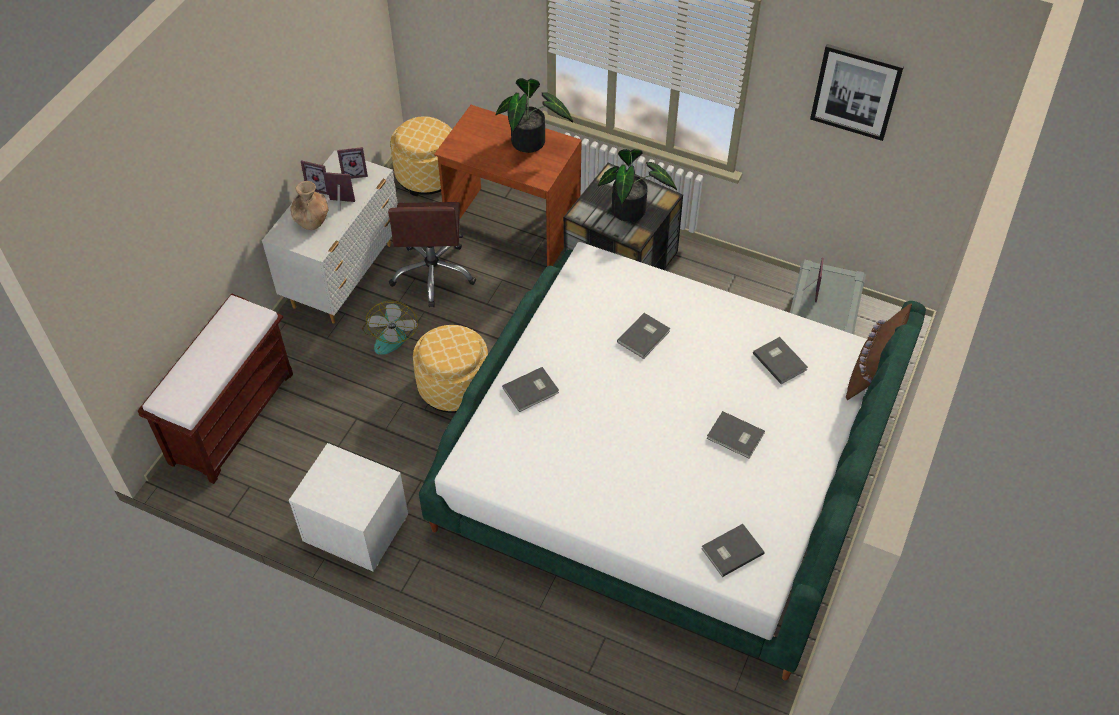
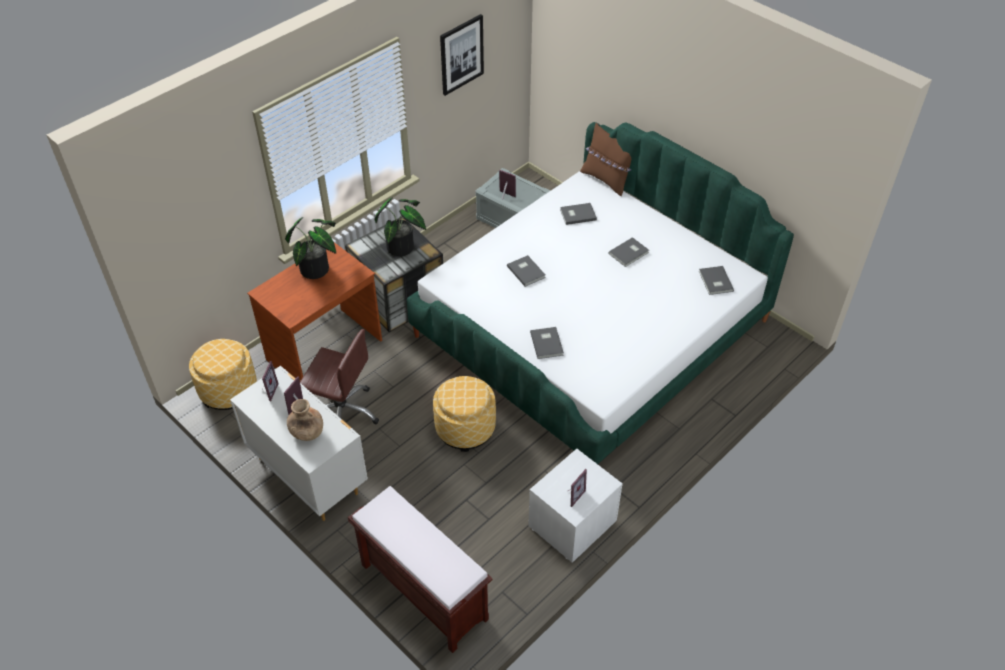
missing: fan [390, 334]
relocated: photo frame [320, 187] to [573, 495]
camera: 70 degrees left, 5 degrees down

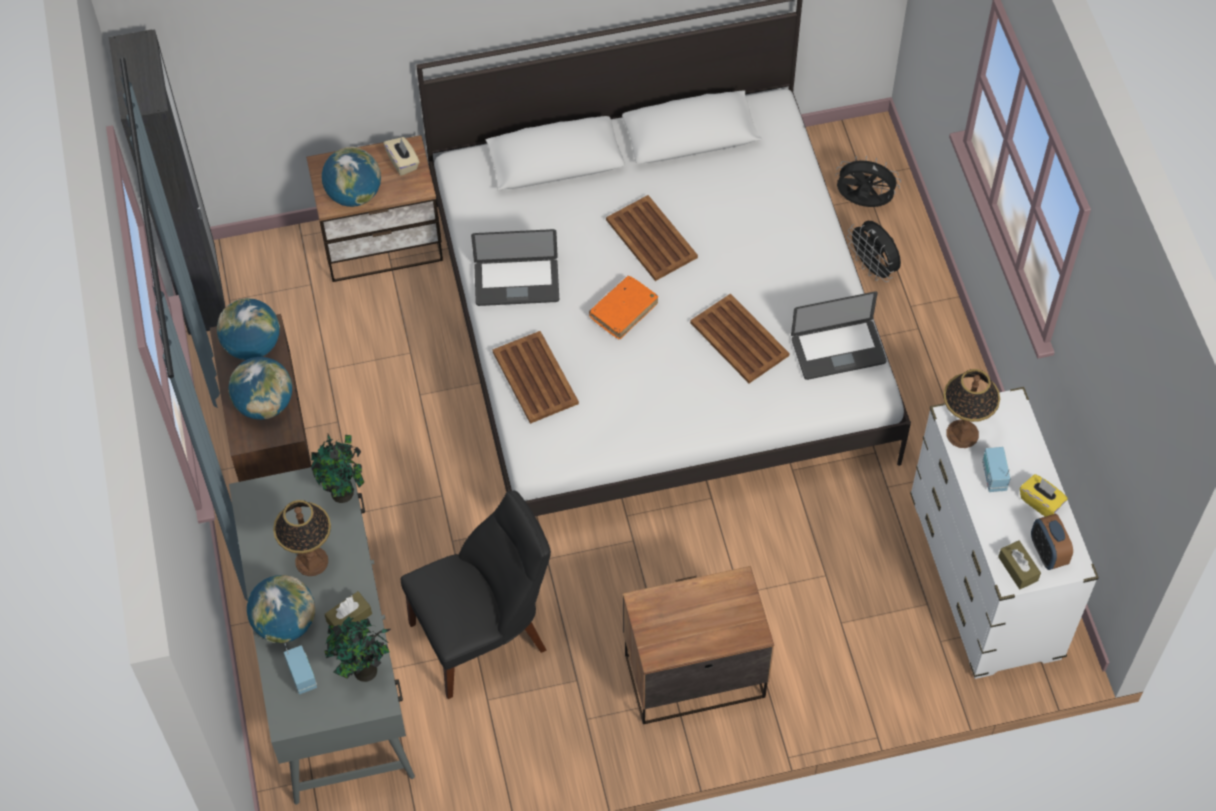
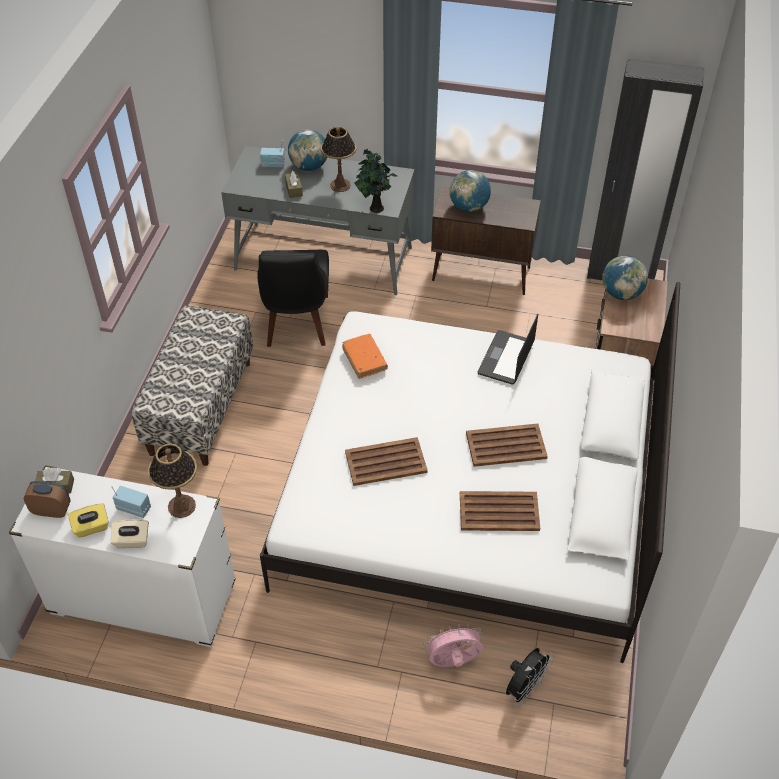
missing: desk globe [252, 346]; houseplant [363, 672]; portable computer [838, 351]
relocated: sand-coloured box of tissues [403, 162] to [132, 541]; orange-coloured bound book [623, 311] to [364, 360]; brown tray [535, 377] to [500, 512]
exchanged: nightstand [692, 674] to long seat [200, 407]
colour: blackish fan [873, 268] to pink-coloured fan [453, 662]
camera: 115 degrees right, 10 degrees down

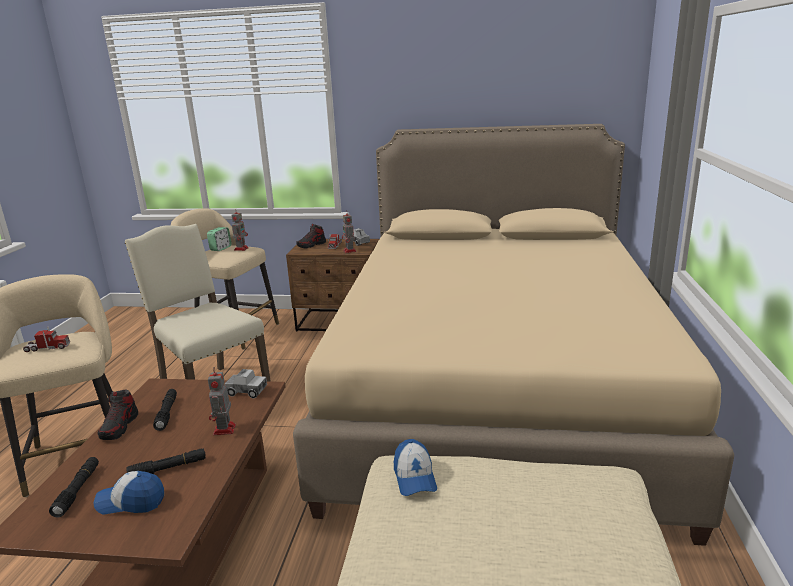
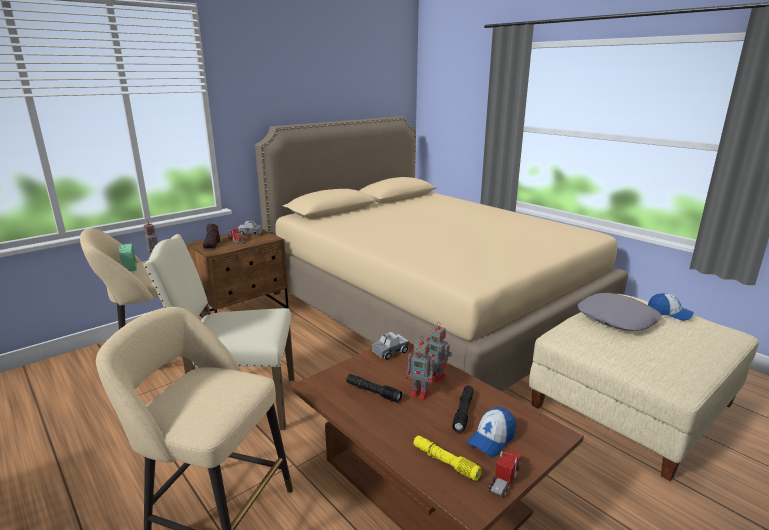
missing: item of footwear [119, 427]
appeared: grey cushion [617, 319]
relocated: robot figure [350, 251] to [421, 393]; toy truck [47, 348] to [505, 478]; baseball cap [414, 477] to [669, 313]
colour: blackish flashlight [78, 490] to yellow-coloured flashlight [445, 462]
camera: 50 degrees left, 0 degrees up

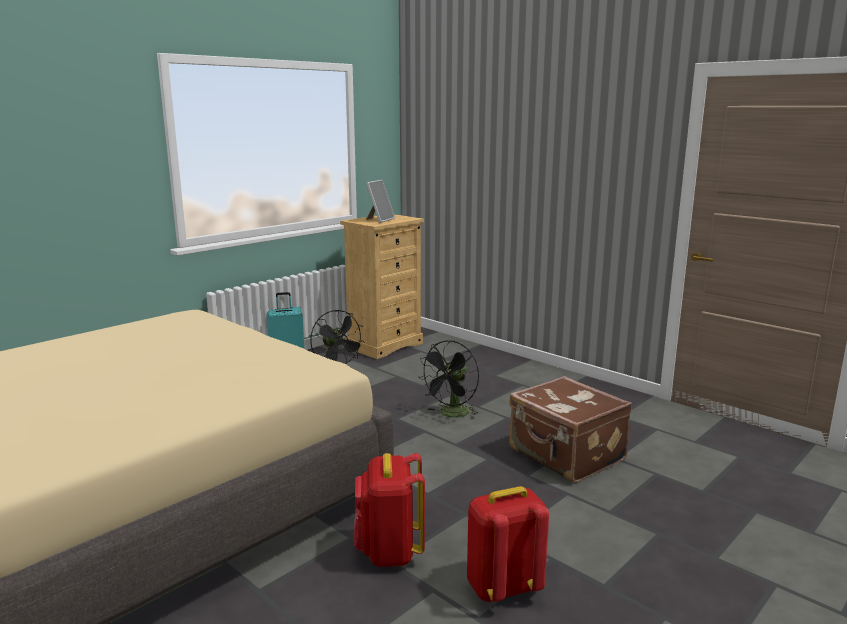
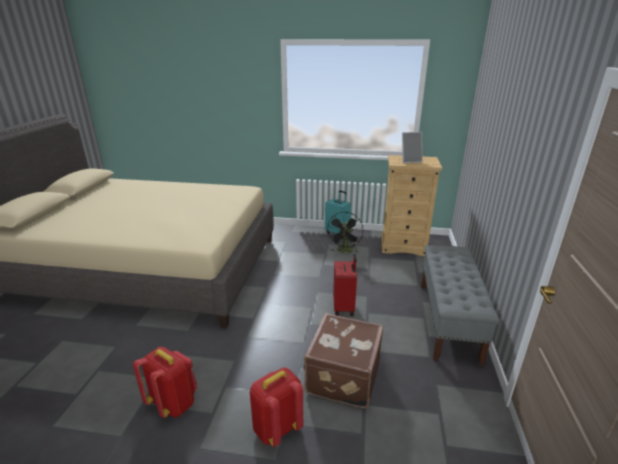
appeared: grey long seat [448, 321]
relocated: red rucksack [389, 552] to [276, 428]
exchanged: blackish fan [452, 414] to red travel case [344, 307]
camera: 55 degrees right, 10 degrees up

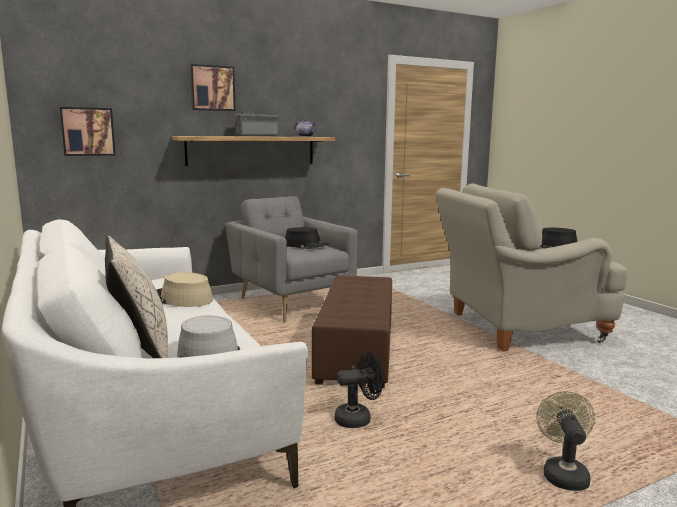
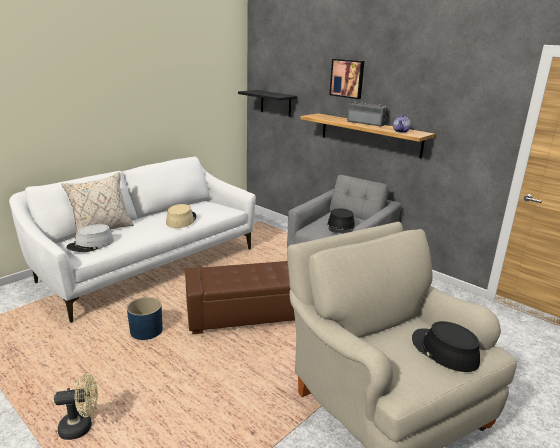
exchanged: blackish fan [358, 419] to blue plant pot [146, 331]; wall picture [88, 131] to blackish bracket shelf [276, 103]
camera: 70 degrees right, 10 degrees up

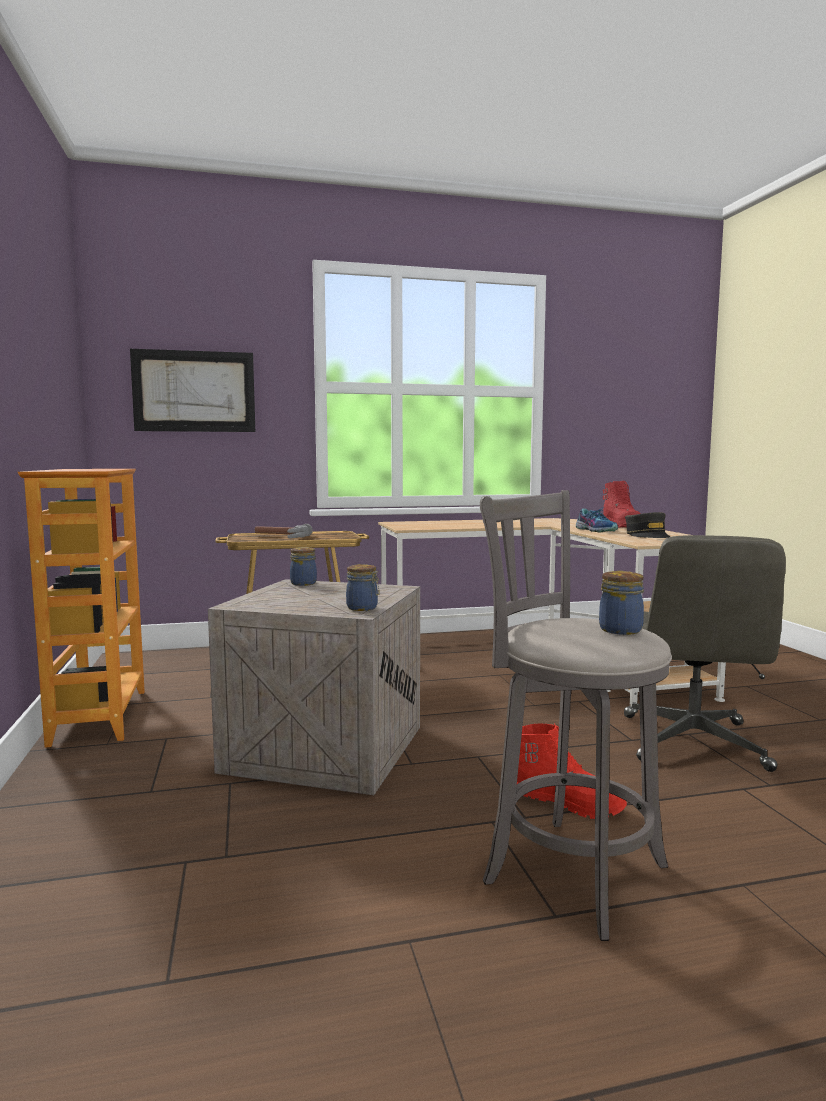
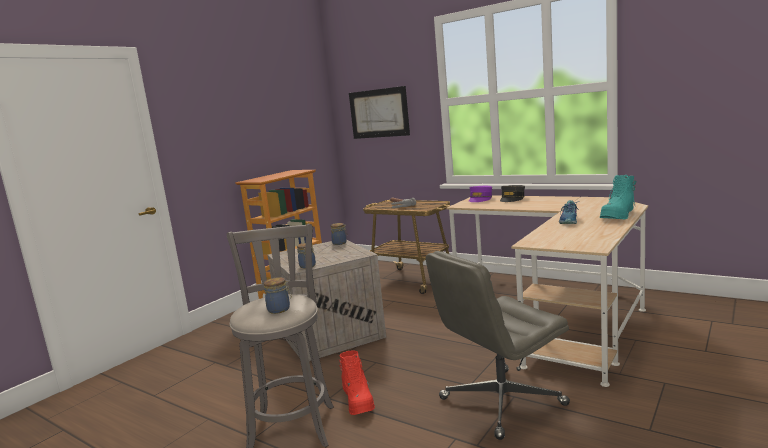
appeared: purplish baseball cap [480, 199]
relocated: grey baseball cap [647, 535] to [512, 199]
colour: red boot [622, 526] to turquoise-coloured boot [618, 215]
camera: 50 degrees right, 5 degrees up

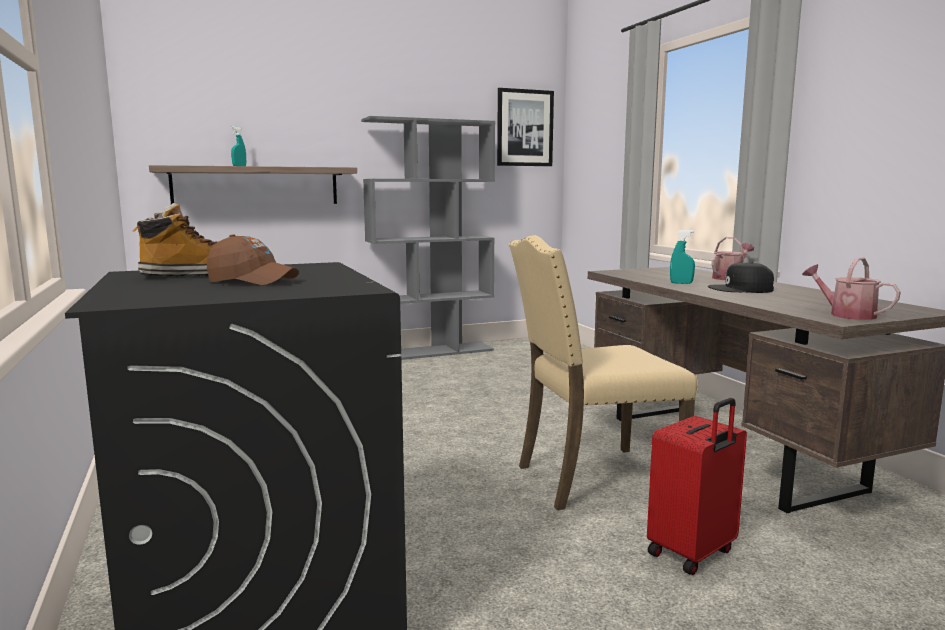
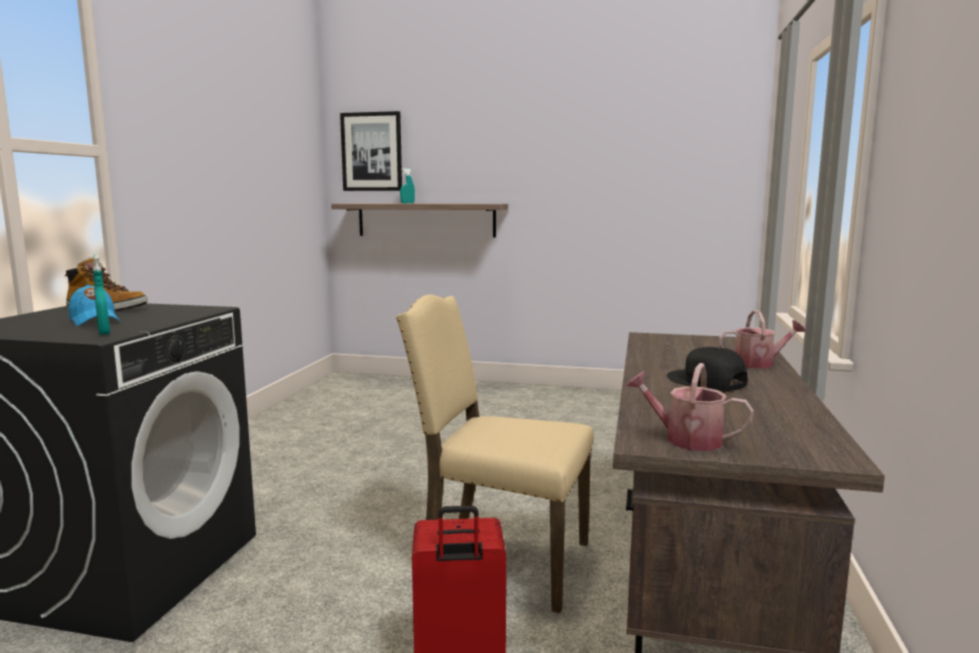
missing: grey shelving unit [432, 352]
relocated: turquoise-coloured spray bottle [681, 283] to [104, 332]; wall picture [524, 128] to [372, 152]
colour: brown baseball cap [253, 281] to blue baseball cap [94, 321]
spun: sprinkling can [846, 315] = [685, 439] 60 degrees counterclockwise
camera: 35 degrees right, 0 degrees up

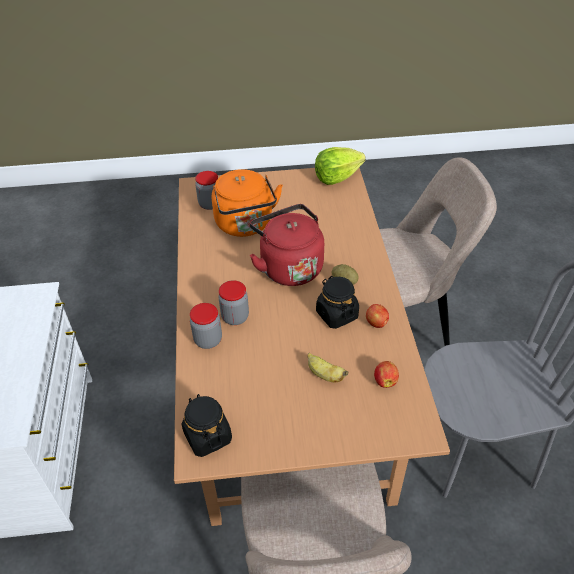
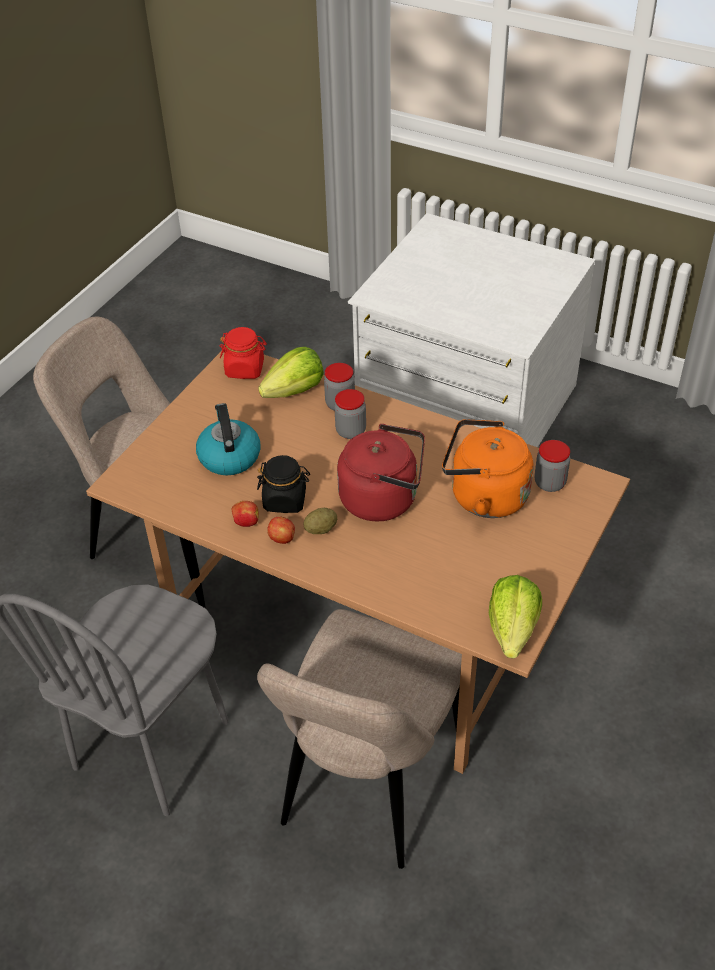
appeared: head of lettuce [295, 391]
relocated: apple fruit [385, 381] to [282, 539]
exchanged: banana [324, 375] to kettle [229, 456]
colour: blackish jar [207, 436] to red jar [245, 369]
camera: 125 degrees right, 0 degrees up

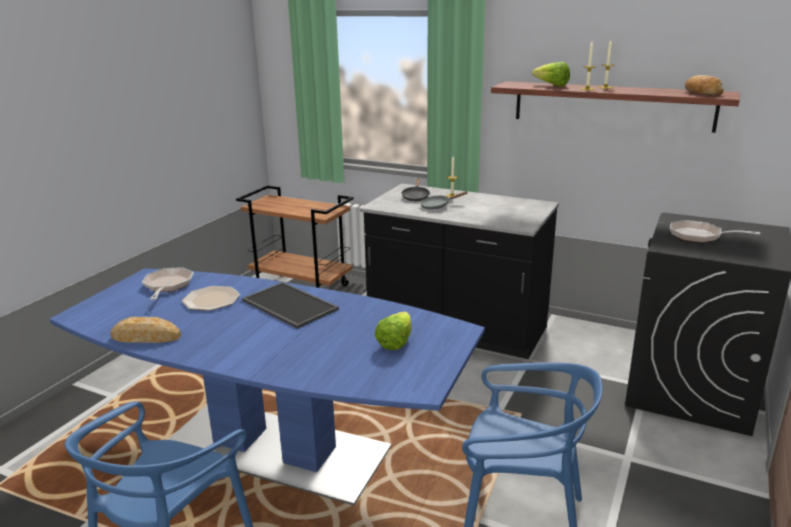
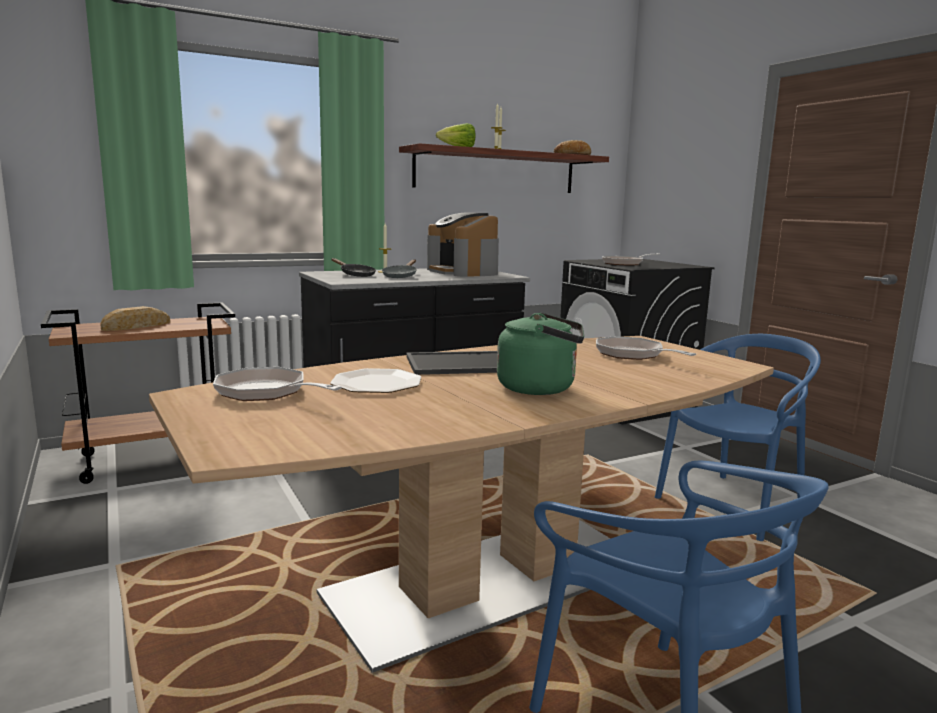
appeared: coffee brewer [463, 272]; greenish kettle [541, 388]
relocated: bread [146, 337] to [136, 326]
exchanged: head of lettuce [395, 342] to pan [633, 355]
colour: blue dinner table [275, 448] to brown dinner table [489, 581]
camera: 55 degrees left, 10 degrees down

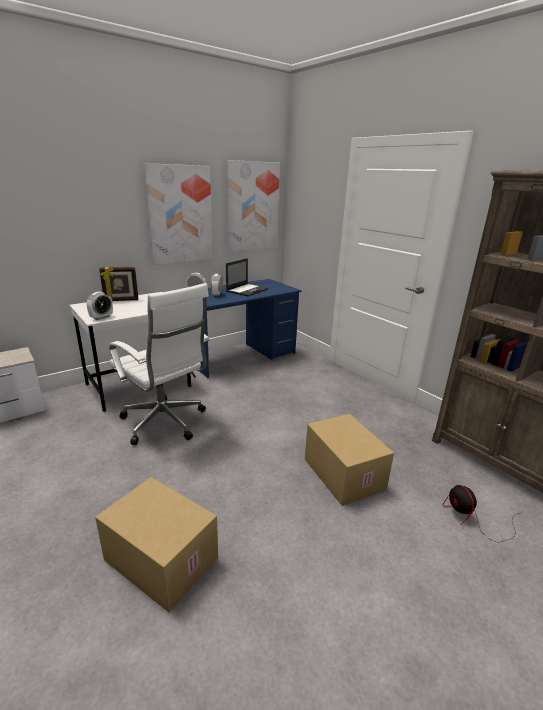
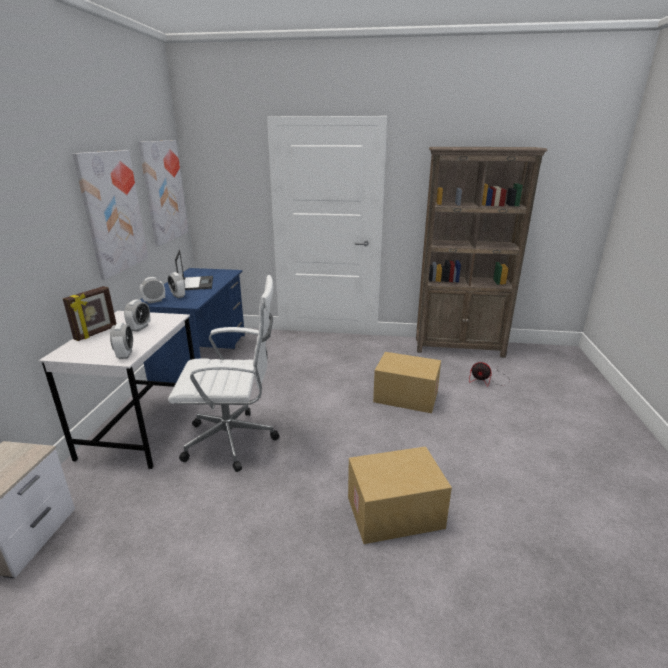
appeared: alarm clock [140, 328]
camera: 45 degrees left, 0 degrees up

